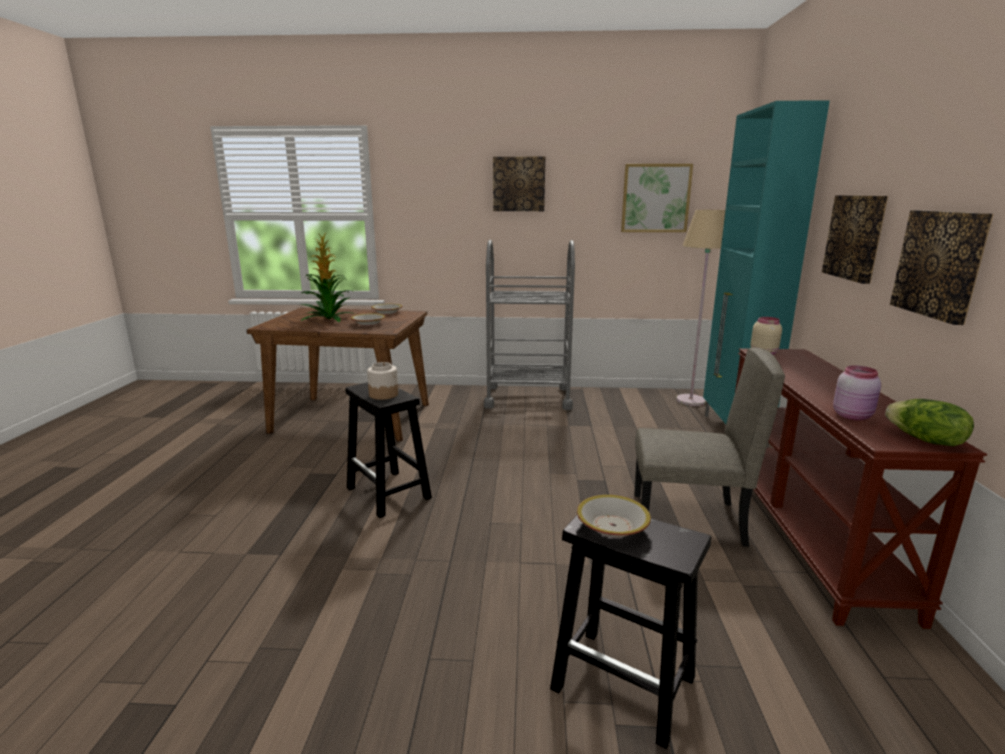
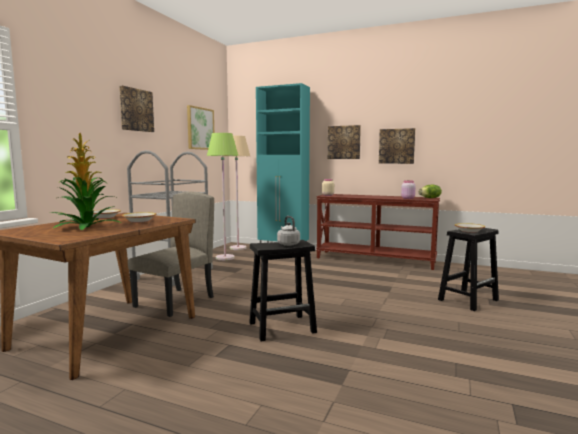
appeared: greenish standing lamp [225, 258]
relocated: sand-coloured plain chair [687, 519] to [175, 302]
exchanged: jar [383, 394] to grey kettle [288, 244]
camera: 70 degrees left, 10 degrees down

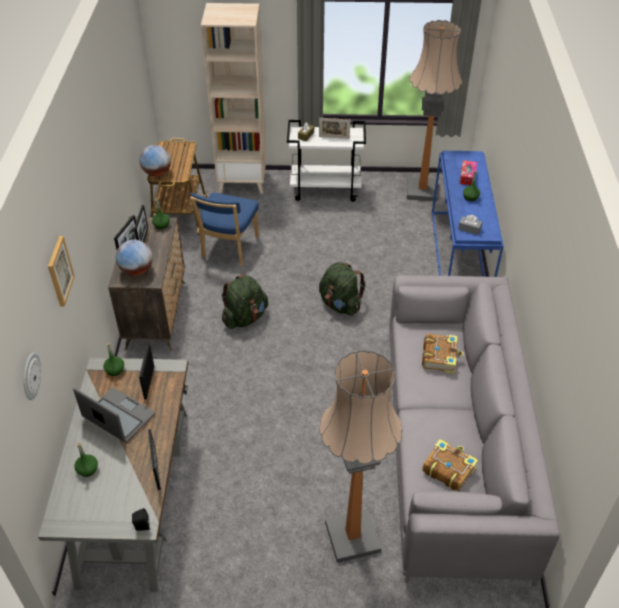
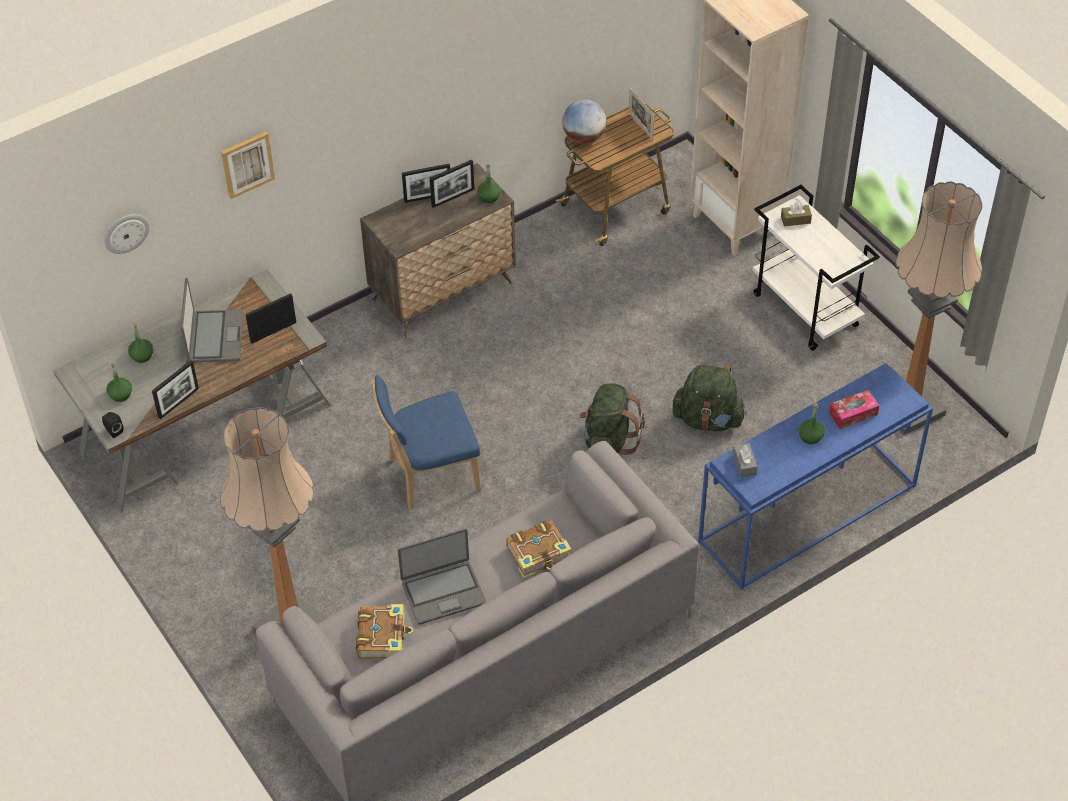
missing: desk globe [136, 270]
appeared: portable computer [443, 592]
relocated: greenish bottle [115, 370] to [120, 394]; blue plain chair [228, 249] to [429, 475]; photo frame [334, 137] to [640, 126]; greenish rucksack [245, 317] to [708, 419]
camera: 55 degrees right, 5 degrees up

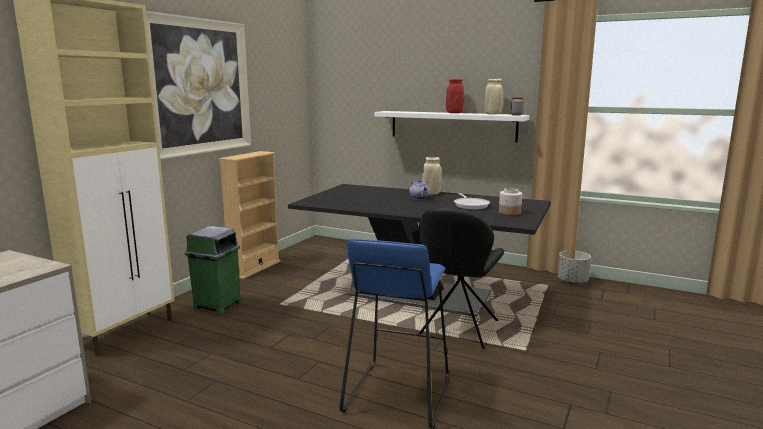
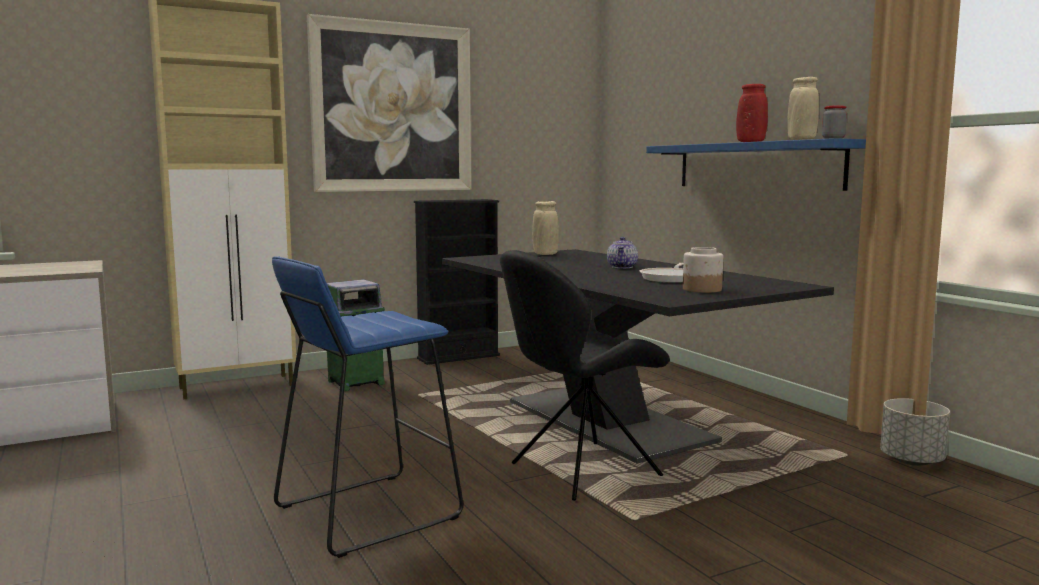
relocated: sand-coloured vase [431, 193] to [545, 254]
colour: sand-coloured shelving unit [254, 268] to blackish shelving unit [458, 357]; whitish bracket shelf [452, 126] to blue bracket shelf [756, 165]
camera: 35 degrees right, 5 degrees down

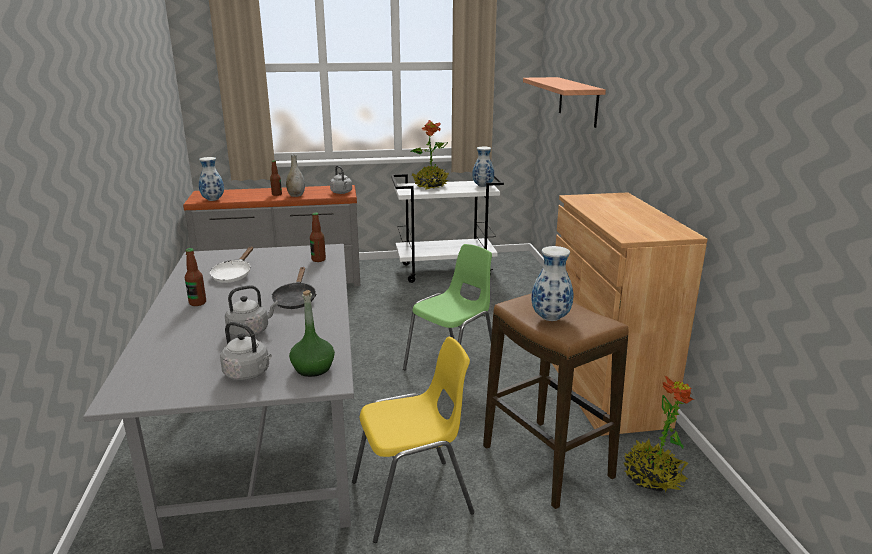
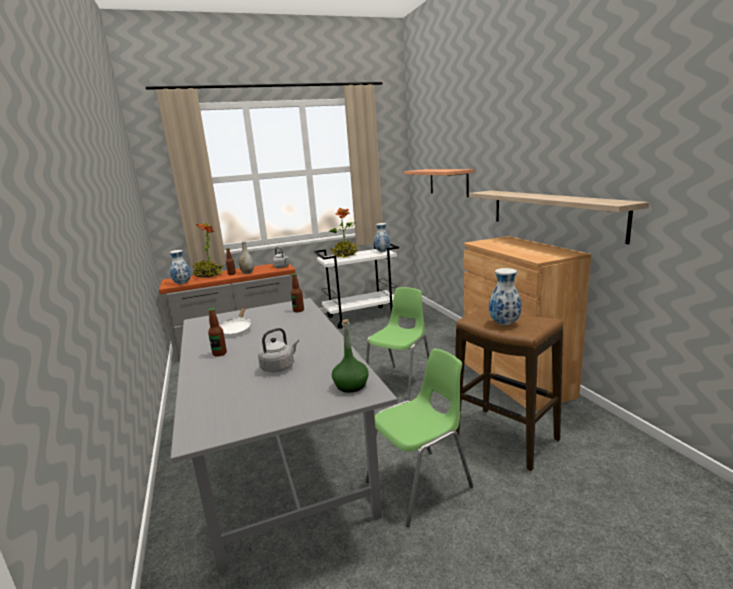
missing: grey kettle [249, 374]; blackish pan [295, 300]
appeared: bracket shelf [552, 213]
relocated: houseplant [652, 478] to [208, 275]
colour: yellow-coloured plain chair [413, 498] to greenish plain chair [420, 485]
camera: 10 degrees left, 5 degrees down

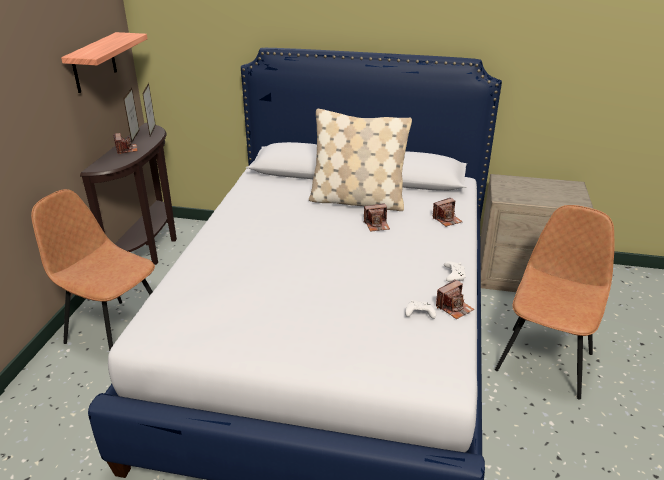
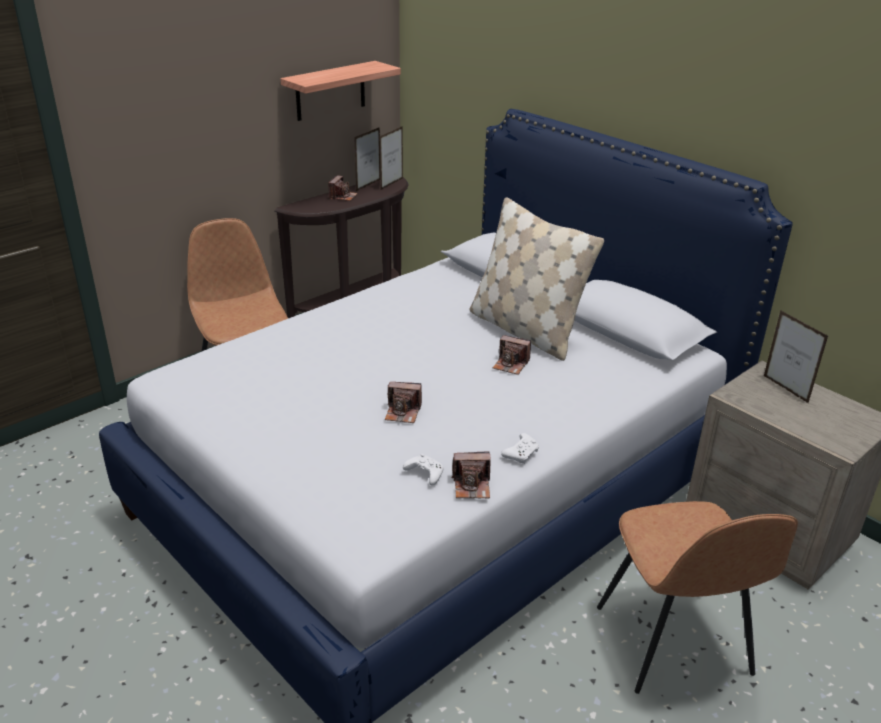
appeared: photo frame [785, 389]
relocated: photo camera [447, 219] to [403, 412]
spun: brown plain chair [545, 360] = [674, 643] 105 degrees clockwise
camera: 35 degrees right, 0 degrees up

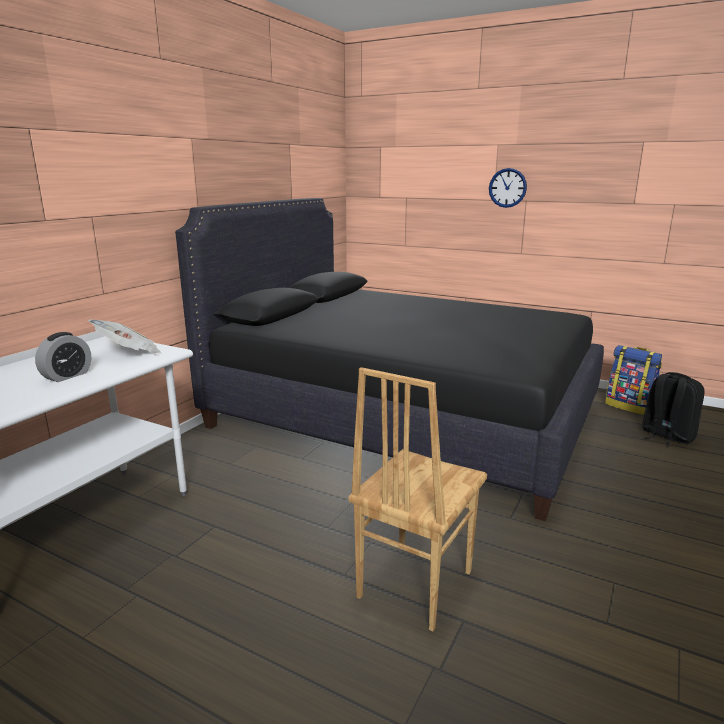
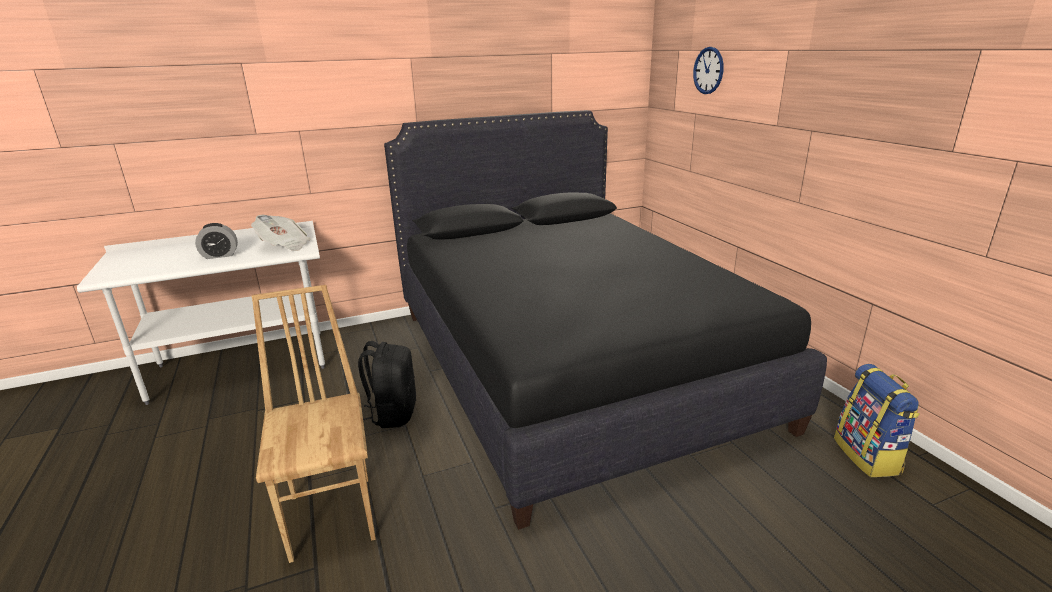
relocated: blackish rucksack [666, 436] to [393, 413]; wall clock [507, 188] to [708, 70]
spun: brown plain chair [413, 584] = [334, 515] 90 degrees clockwise
camera: 40 degrees right, 5 degrees up

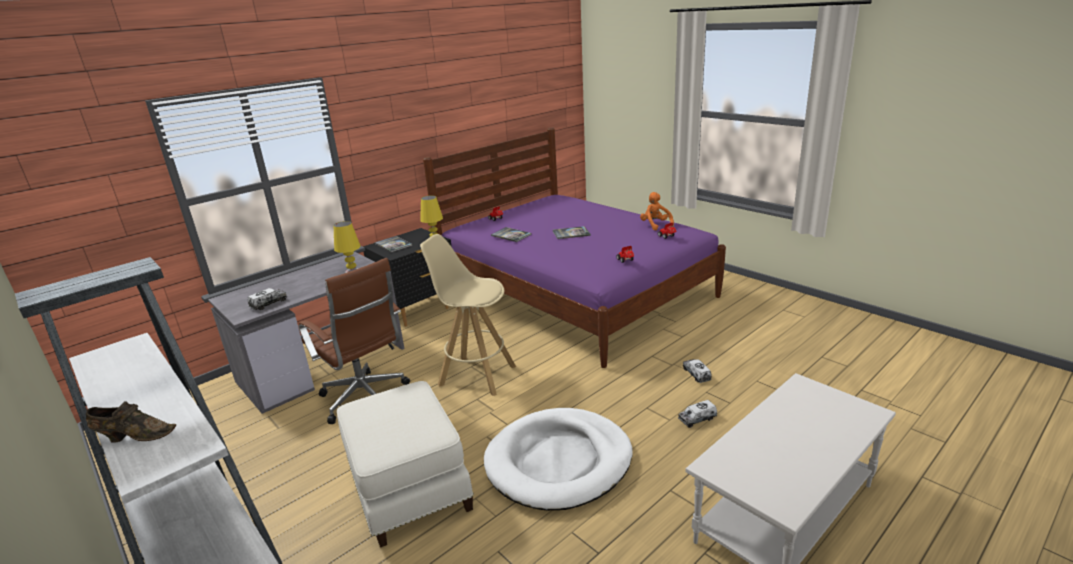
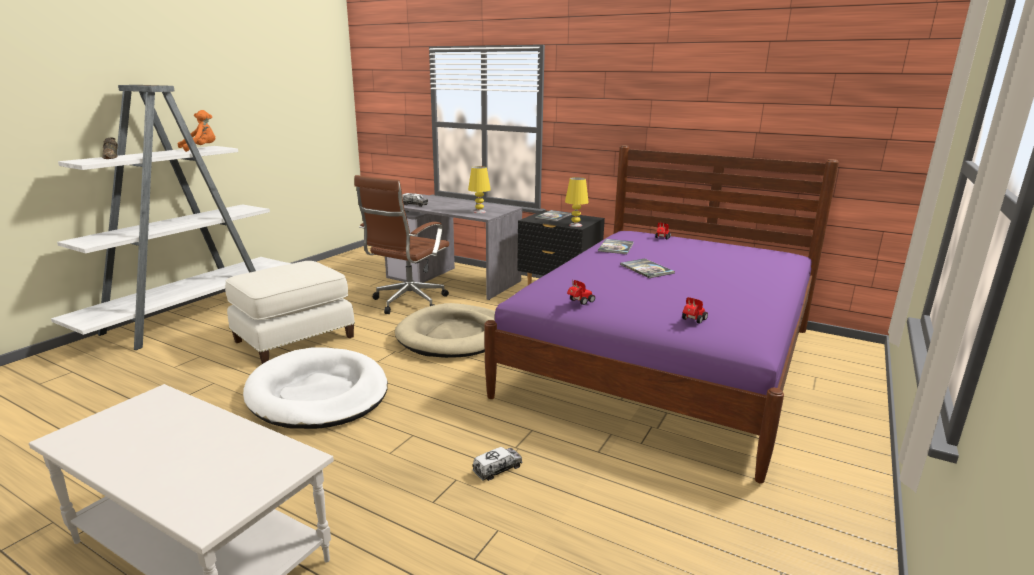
missing: toy truck [697, 419]
relocated: orange-coloured soft toy [655, 225] to [201, 149]
exchanged: sand-coloured sitting stool [476, 375] to sand-coloured dog bed [455, 336]
camera: 70 degrees right, 5 degrees down

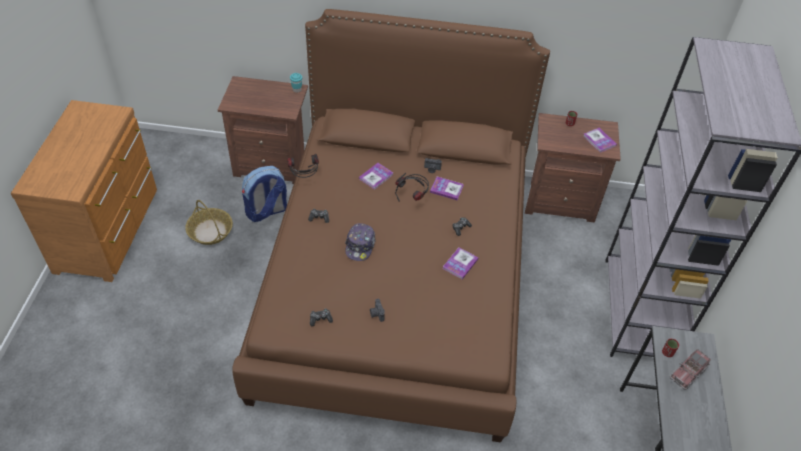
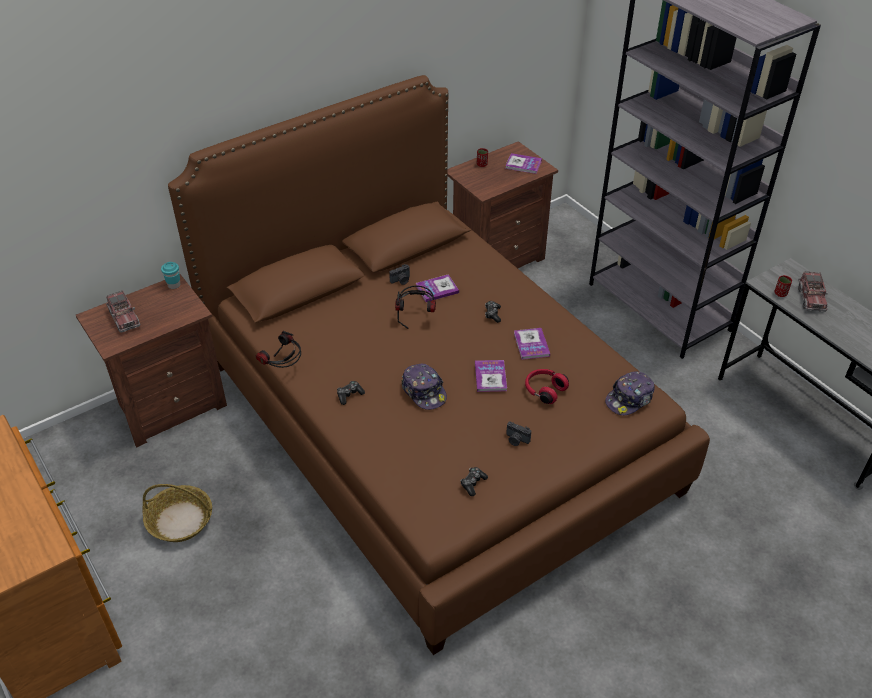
missing: rucksack [266, 212]
appeared: toy truck [124, 318]; red headset [544, 390]; baseball cap [629, 399]
relocated: bound book [376, 176] to [490, 377]
camera: 40 degrees left, 5 degrees down

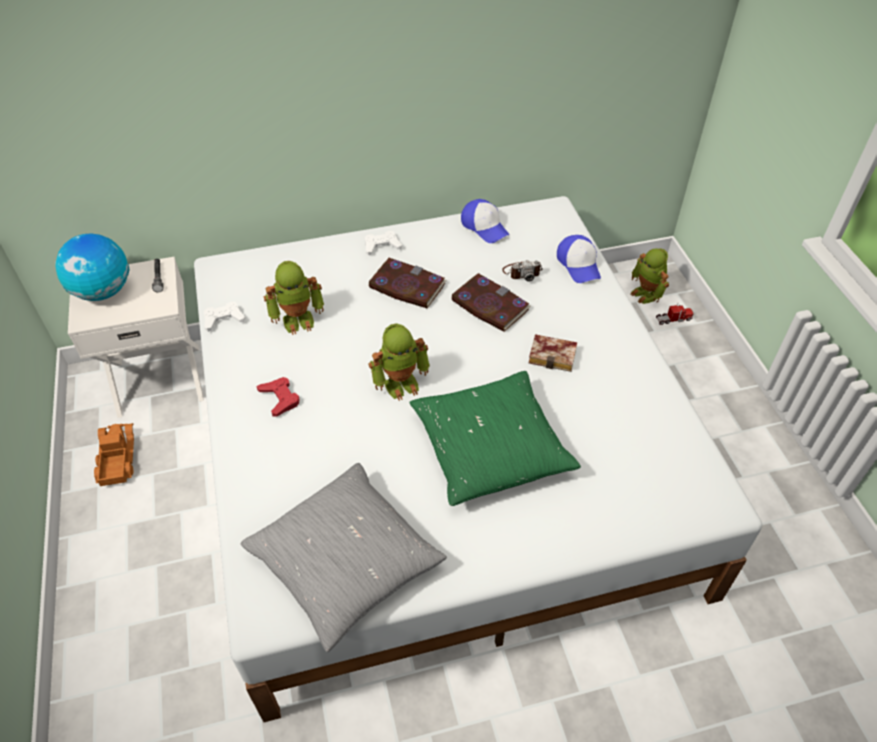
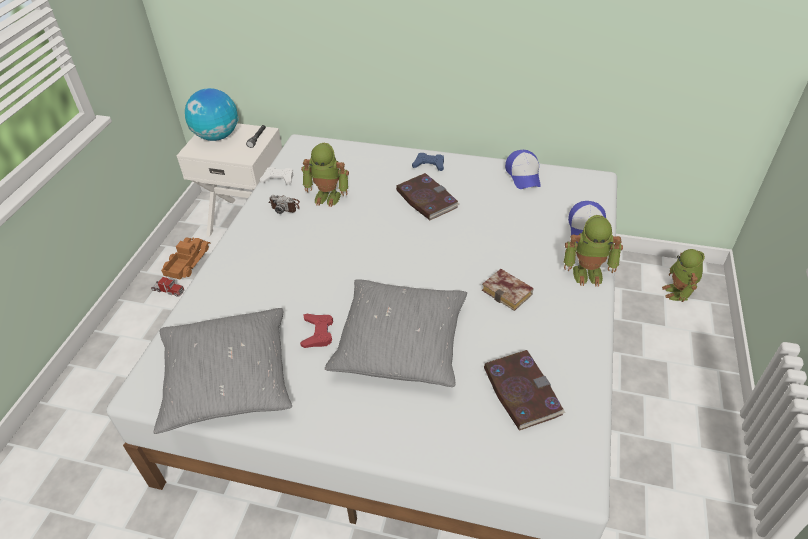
relocated: toy truck [673, 319] to [168, 290]; photo camera [522, 272] to [285, 206]; red joypad [280, 398] to [318, 333]; bound book [489, 305] to [521, 391]; robot figure [401, 383] to [588, 273]
colour: greenish cushion [490, 447] to grey cushion [401, 342]; whitish joypad [381, 246] to blue joypad [429, 165]
camera: 30 degrees right, 5 degrees down

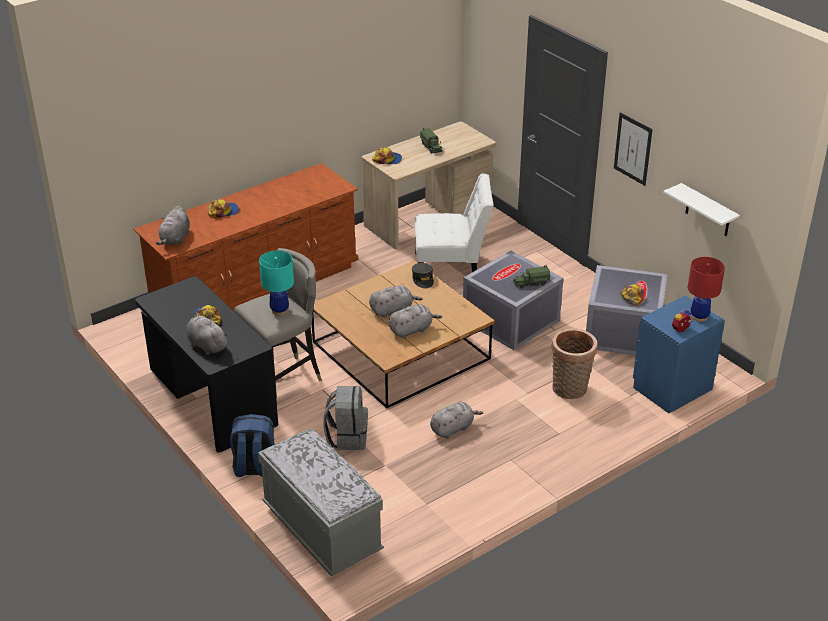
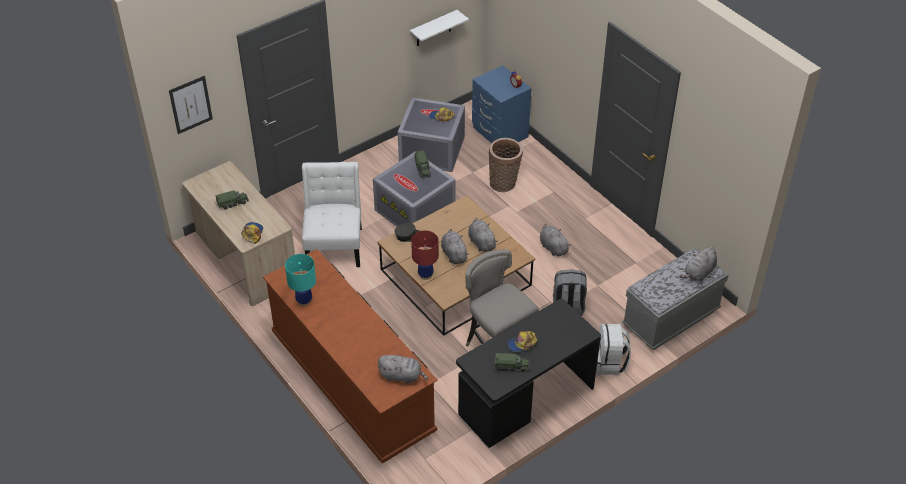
missing: baseball cap [223, 211]
appeared: toy truck [511, 366]
relocated: wall picture [633, 149] to [190, 104]; turquoise-coloured lamp for a table [279, 310] to [304, 301]; red lamp for a table [699, 317] to [425, 275]; grey soft toy [206, 345] to [698, 273]
colour: blue rucksack [254, 468] to whitish rucksack [609, 363]
camera: 90 degrees left, 10 degrees up

